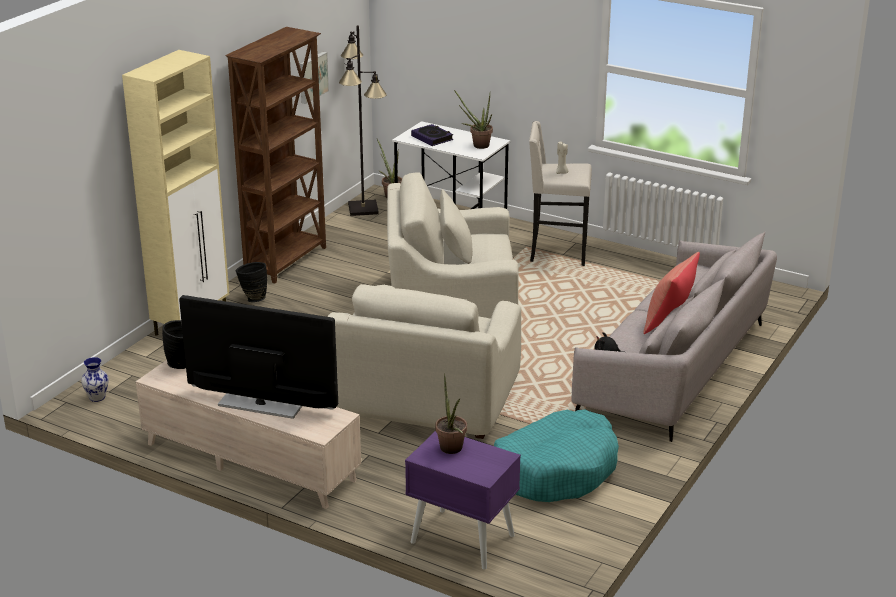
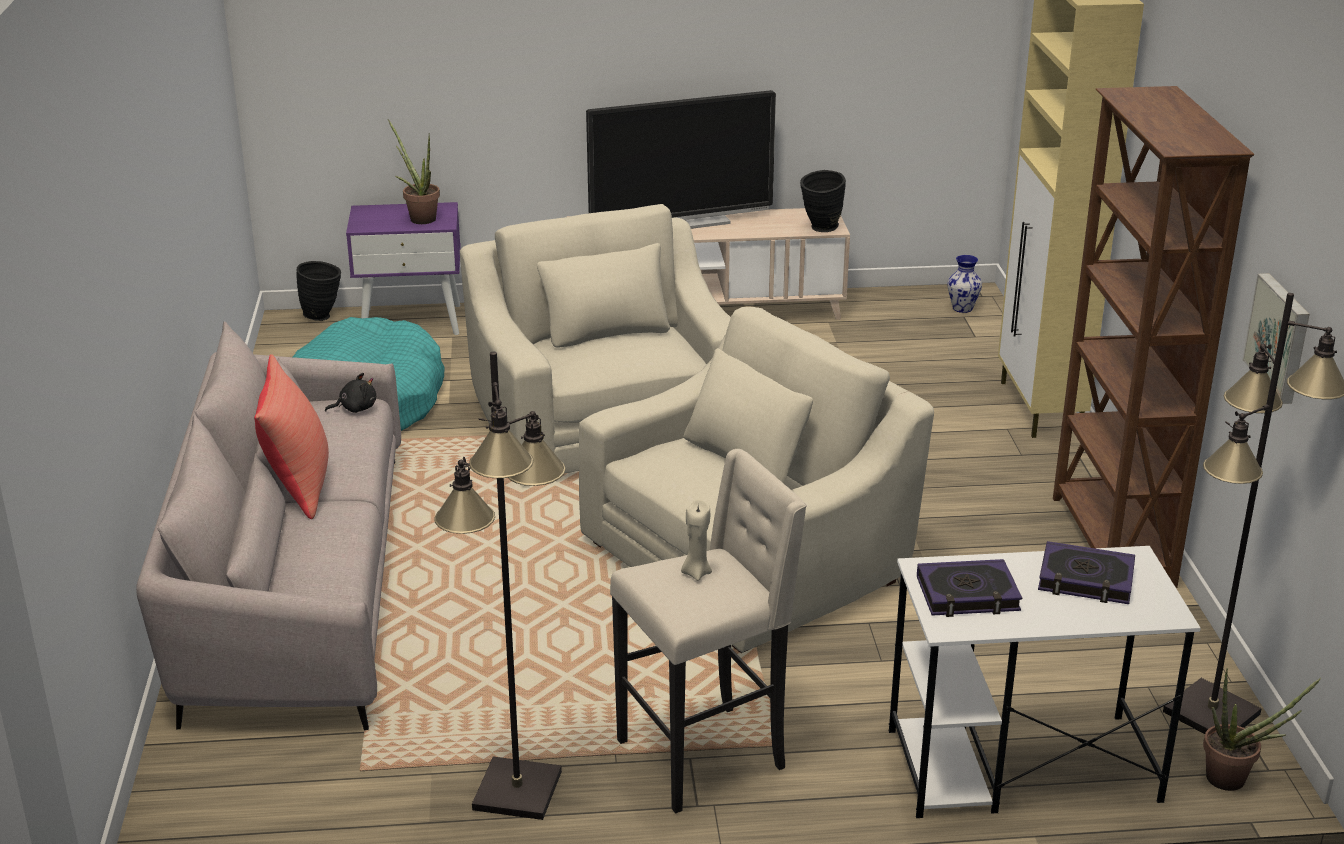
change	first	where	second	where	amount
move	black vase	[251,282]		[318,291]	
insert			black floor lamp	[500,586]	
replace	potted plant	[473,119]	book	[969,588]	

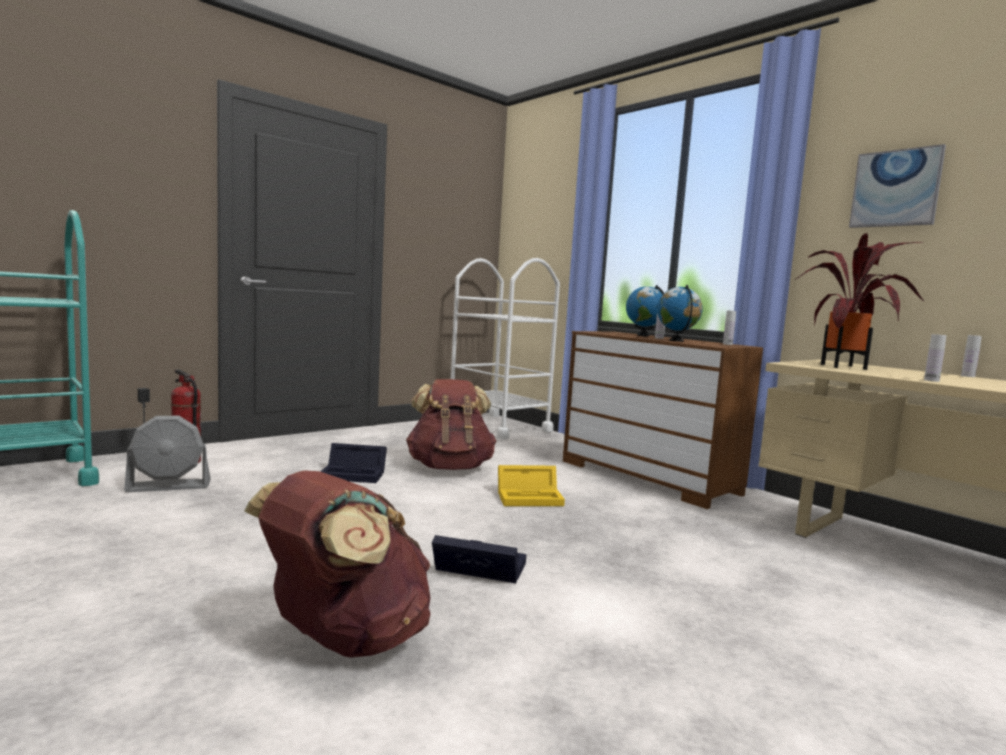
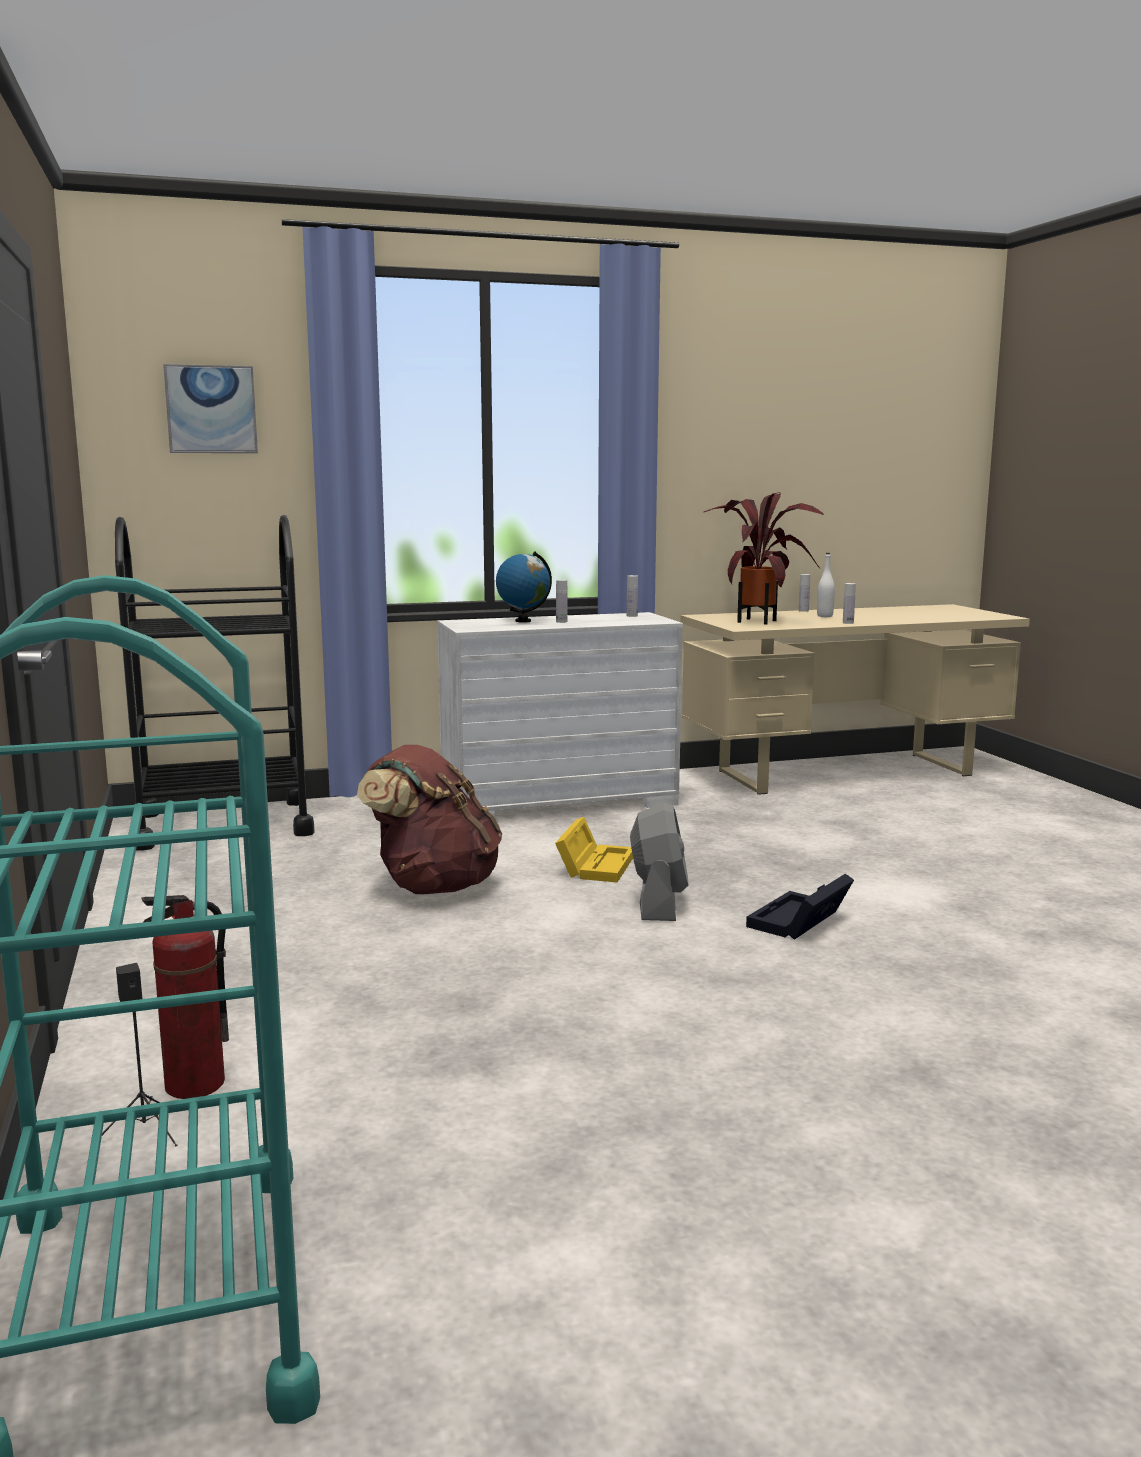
change	first	where	second	where	amount
recolor	white cart	[505,348]	black cart	[215,683]	
move	picture	[897,186]		[210,408]	
recolor	brown dresser	[663,420]	white dresser	[560,715]	
move	grey fan	[167,454]		[659,861]	
insert			white bottle	[826,585]	
delete	brown backpack	[338,564]			
delete	black storage box	[354,463]			
delete	globe	[679,313]			

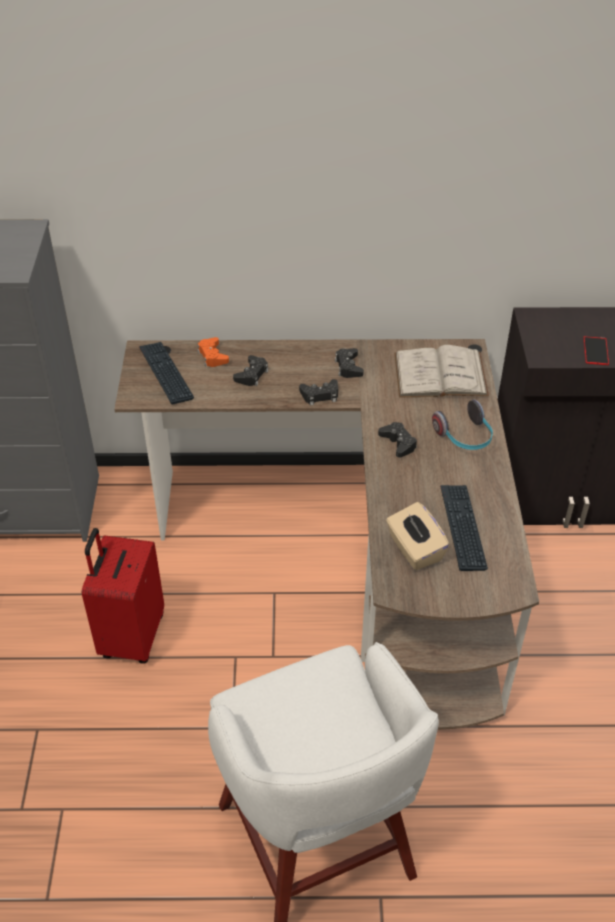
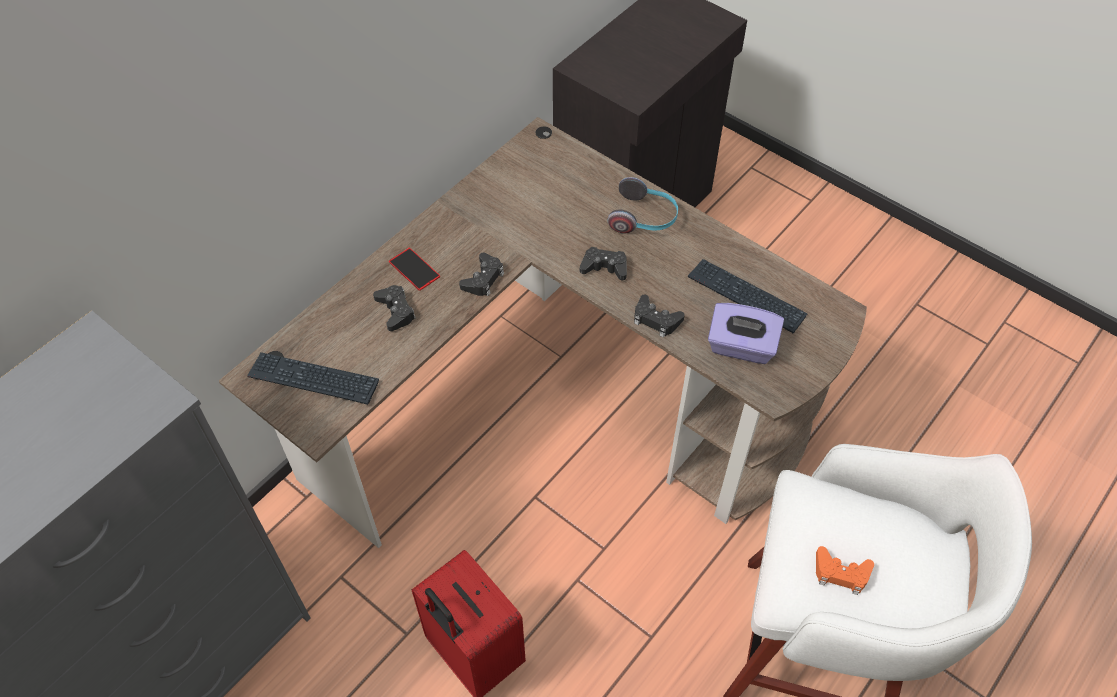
change	first	where	second	where	amount
move	phone	[596,350]		[414,269]	
move	black game controller	[349,363]		[659,316]	
recolor	beige tissue box	[417,536]	purple tissue box	[746,333]	
move	orange game controller	[213,352]		[845,570]	
delete	white book	[441,371]			

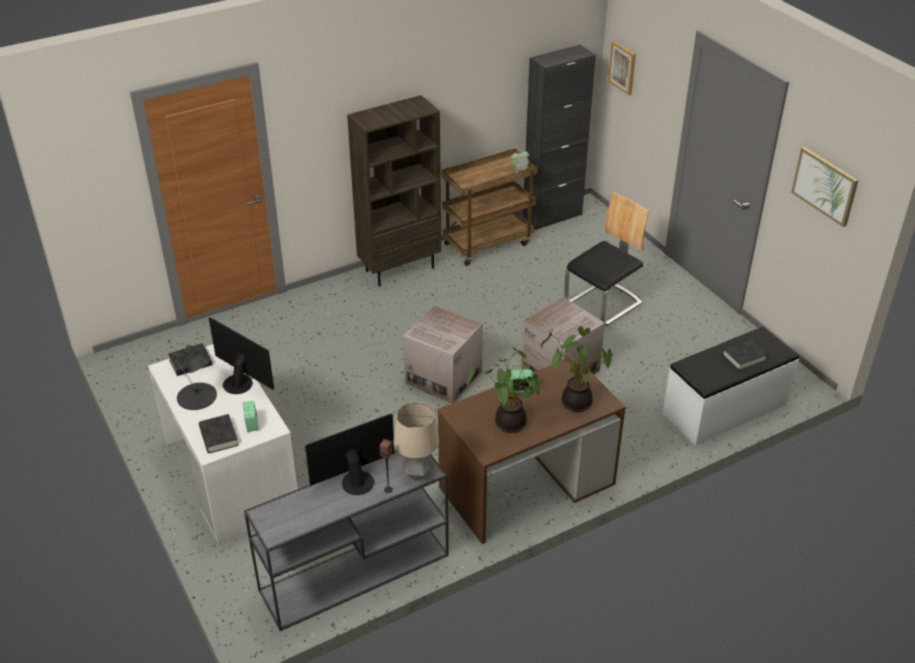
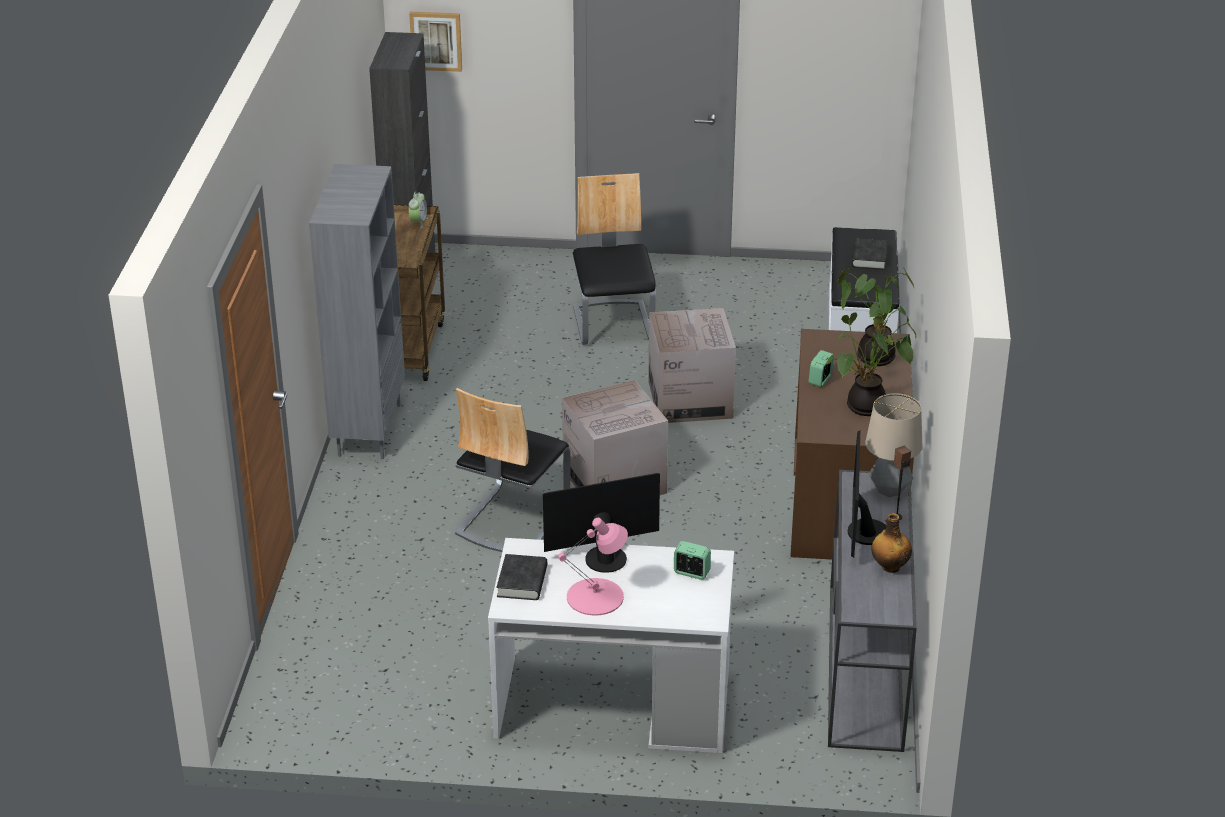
change	first	where	second	where	amount
recolor	brown bookcase	[394,190]	grey bookcase	[357,311]	
insert			chair	[512,470]	
recolor	black table lamp	[194,377]	pink table lamp	[593,567]	
insert			bottle	[891,543]	
delete	black book	[219,433]			
delete	picture	[824,187]			

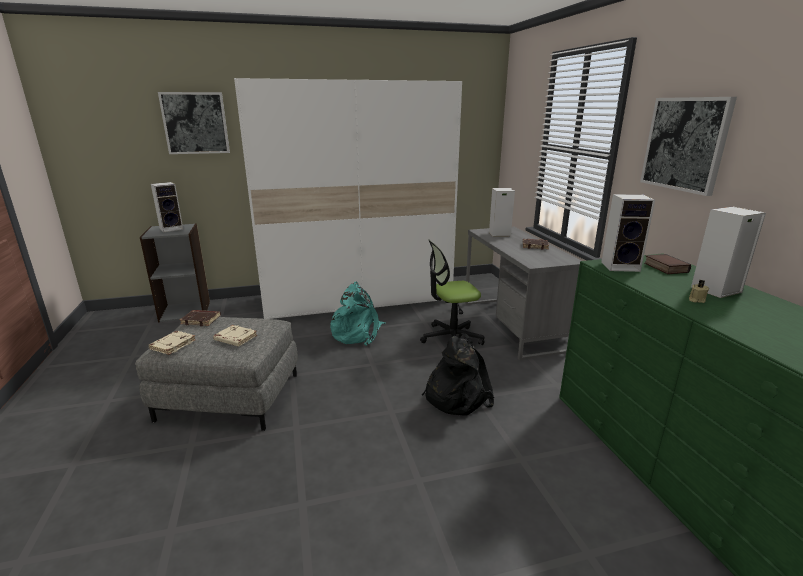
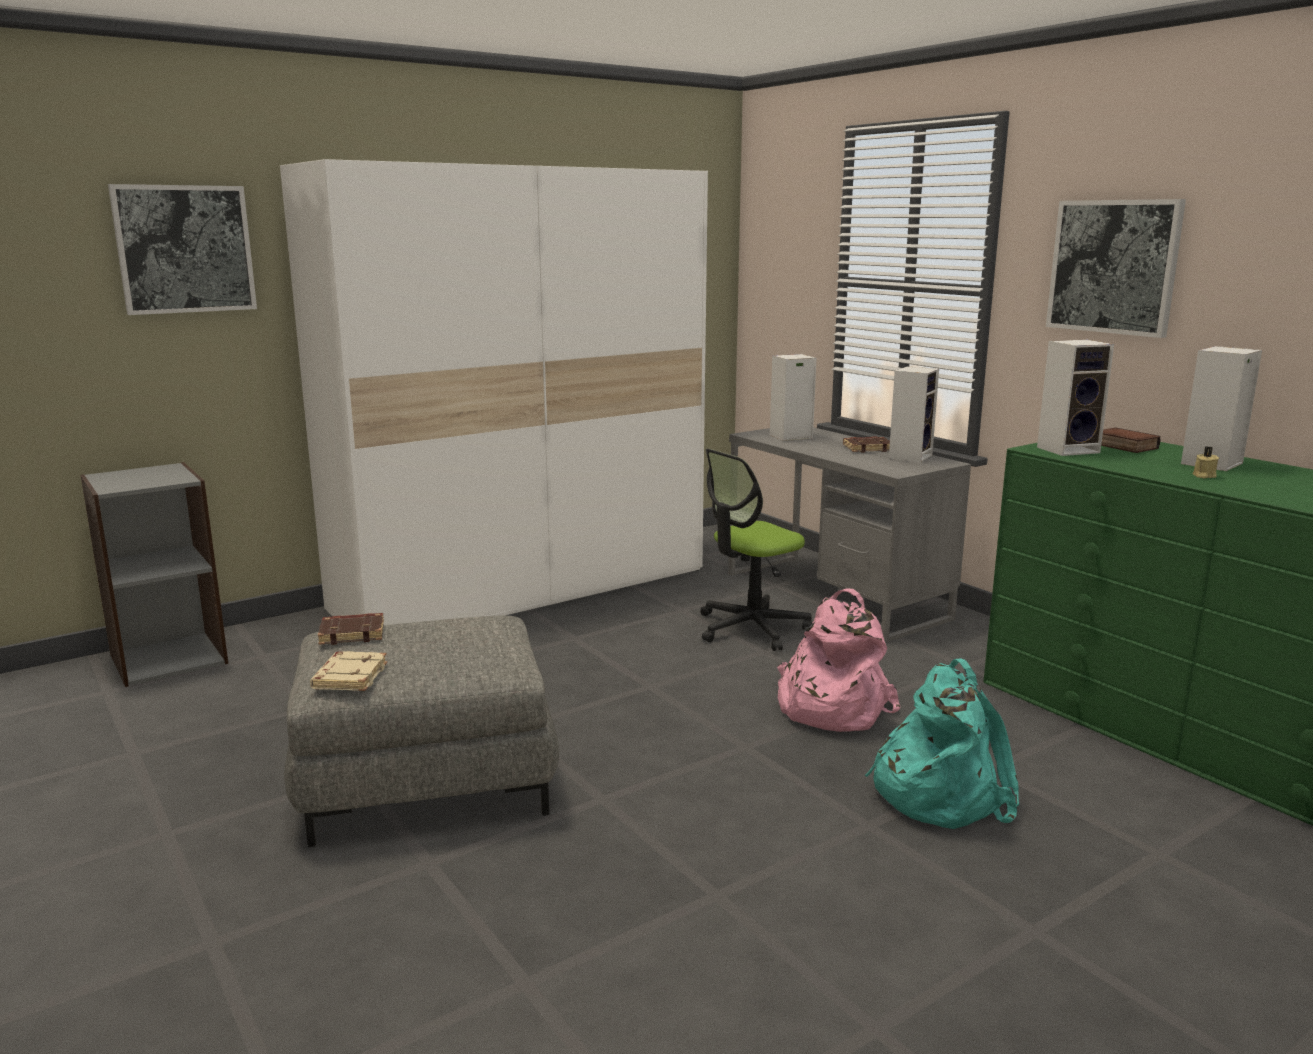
change	first	where	second	where	amount
recolor	black backpack	[458,374]	pink backpack	[838,660]	
move	turquoise backpack	[358,314]		[942,743]	
move	speaker	[167,207]		[914,414]	
delete	beige book	[235,336]			

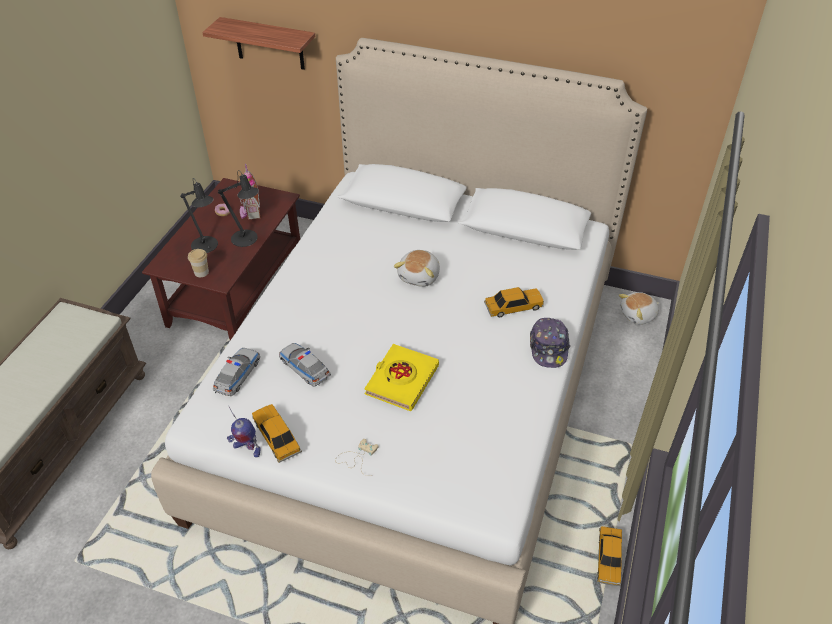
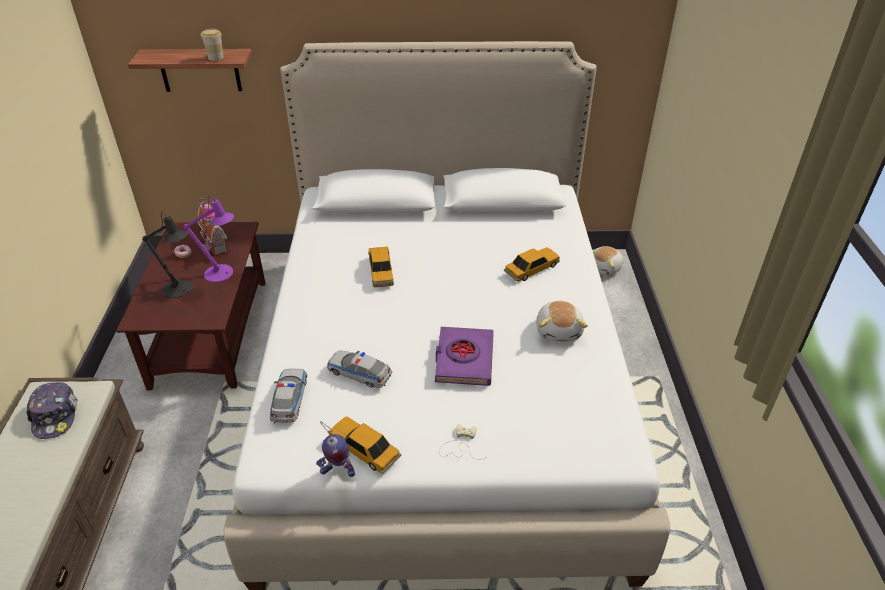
change	first	where	second	where	amount
move	cap	[550,343]		[52,410]	
recolor	black table lamp	[238,208]	purple table lamp	[208,239]	
move	cup	[198,263]		[212,45]	
move	toy car	[609,556]		[381,267]	
recolor	yellow book	[401,377]	purple book	[464,356]	
move	plush toy	[417,268]		[562,321]	

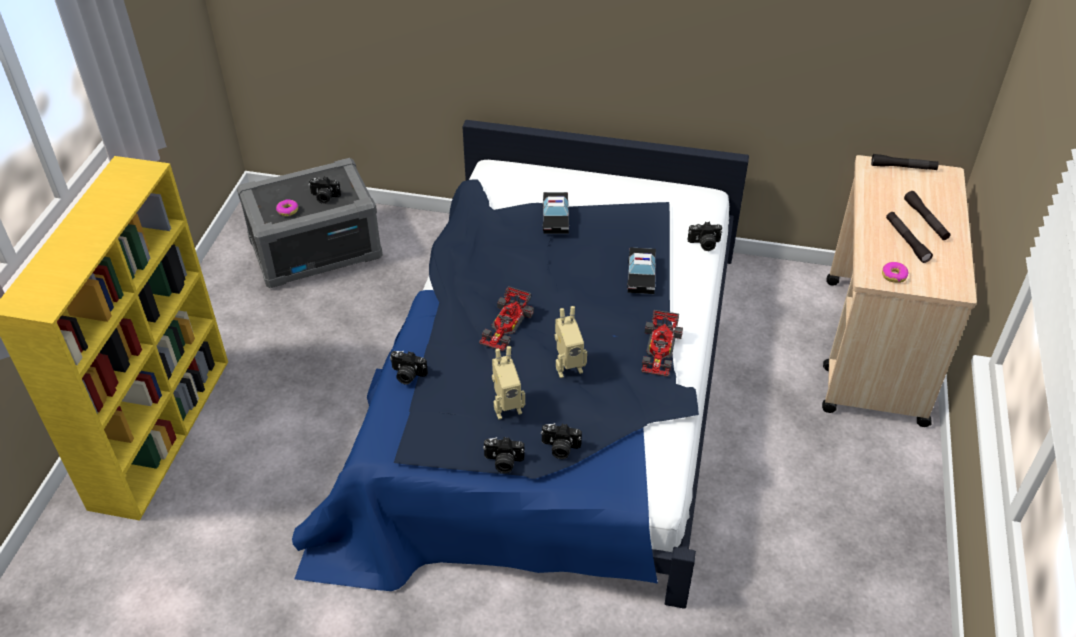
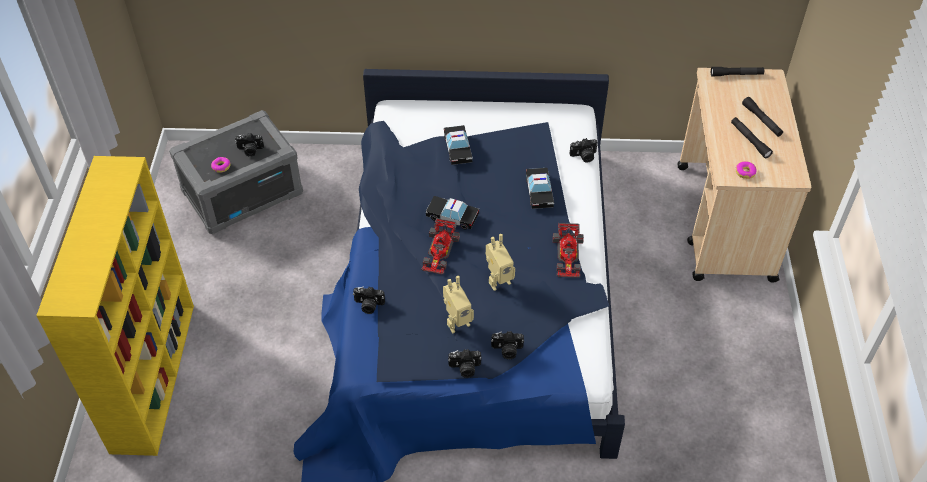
change	first	where	second	where	amount
insert			toy car	[452,213]	

